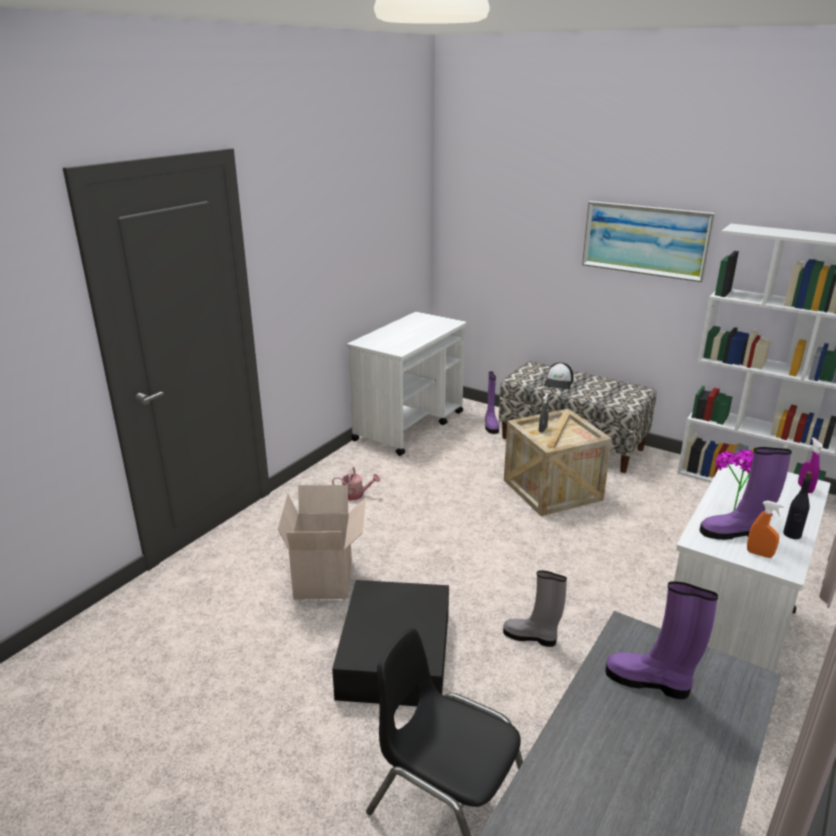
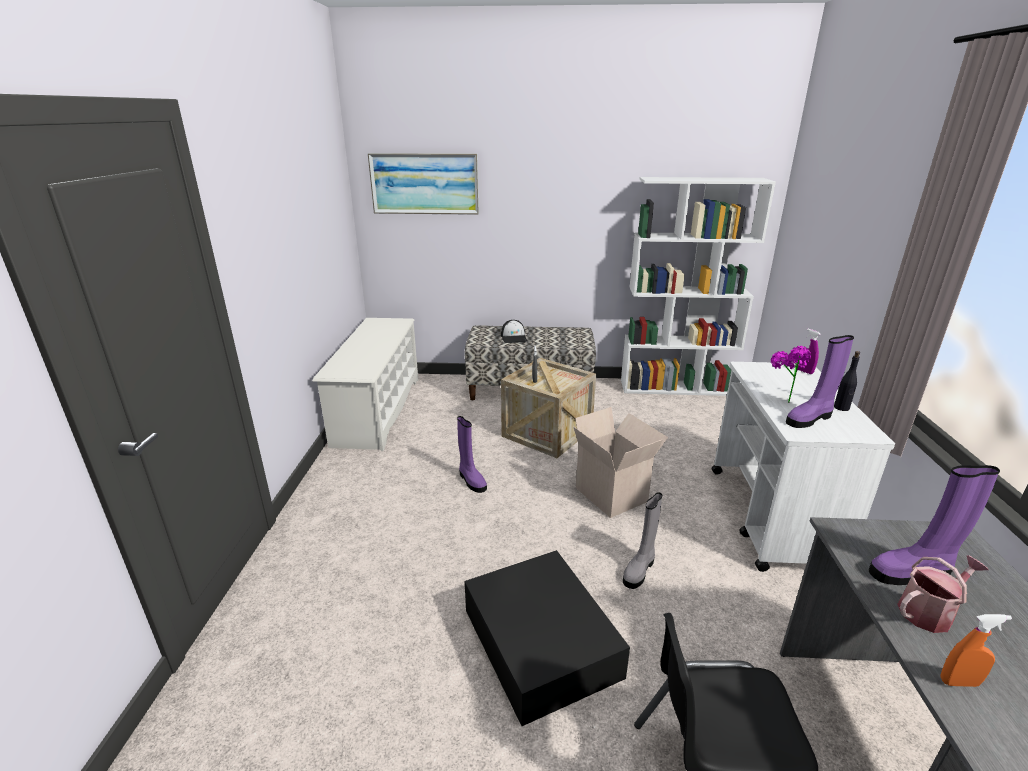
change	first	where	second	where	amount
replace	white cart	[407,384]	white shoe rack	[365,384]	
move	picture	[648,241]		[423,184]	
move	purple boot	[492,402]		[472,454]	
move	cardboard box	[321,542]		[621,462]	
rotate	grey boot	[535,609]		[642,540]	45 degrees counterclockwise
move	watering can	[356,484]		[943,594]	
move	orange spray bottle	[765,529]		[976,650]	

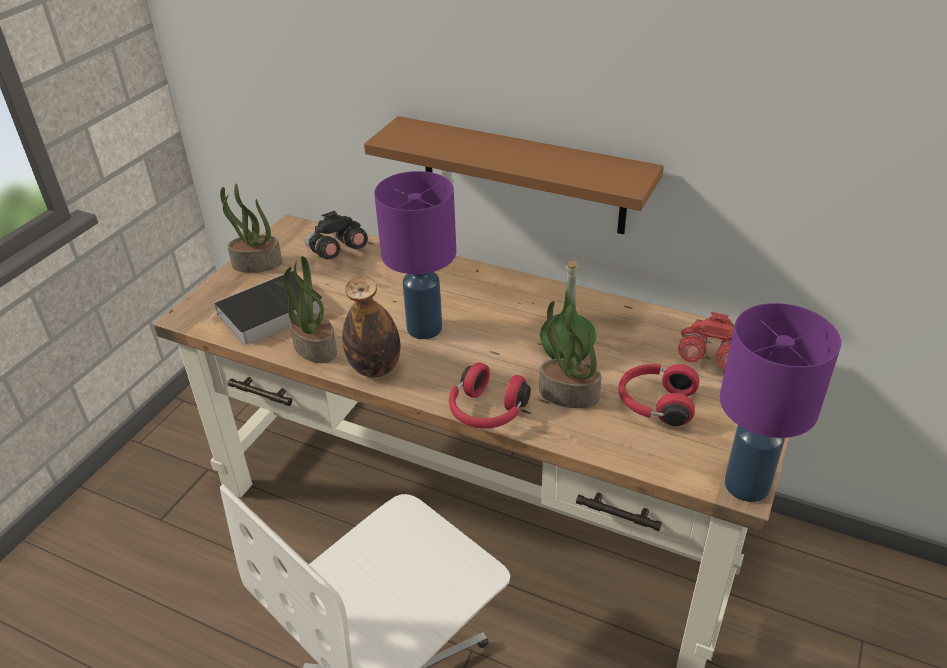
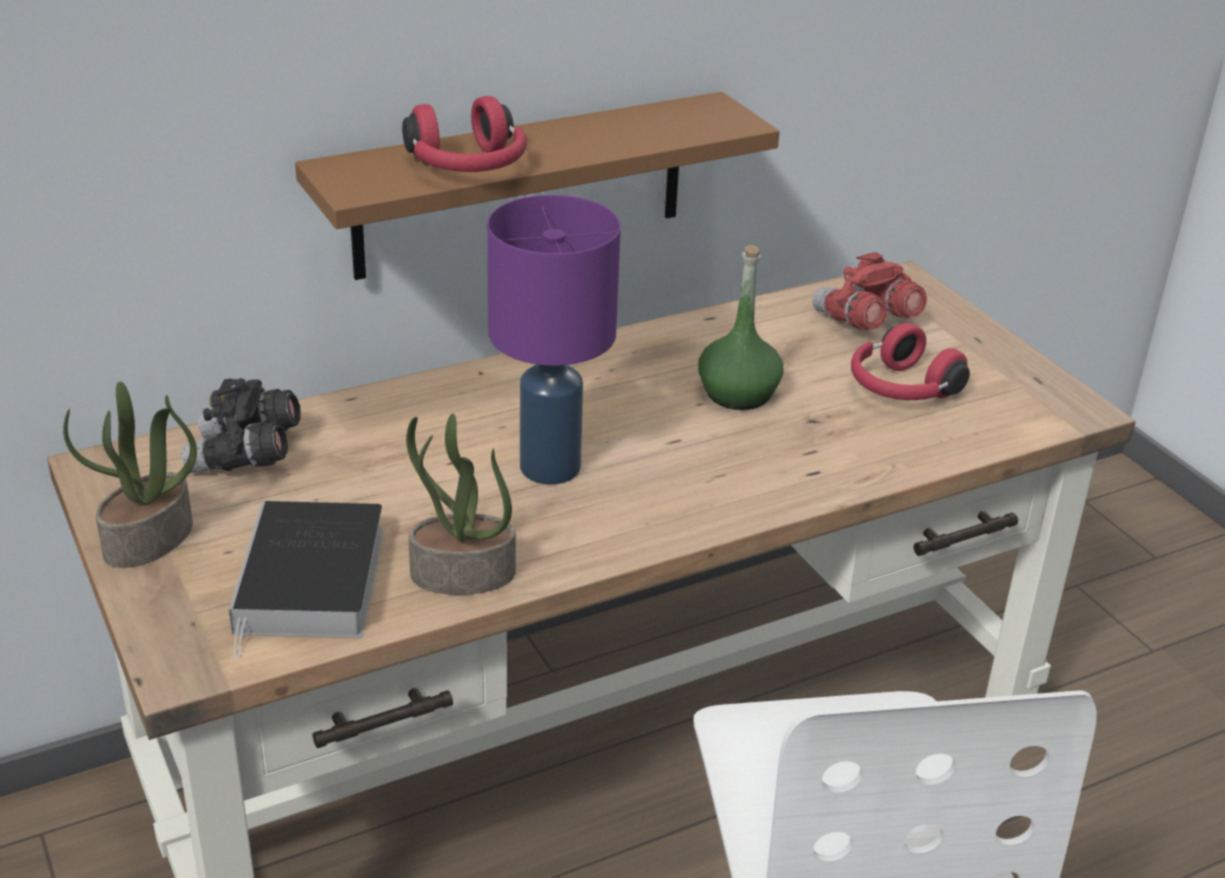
change	first	where	second	where	amount
move	red headphones	[490,395]		[464,134]	
delete	bottle	[371,327]			
delete	potted plant	[570,354]			
delete	purple table lamp	[780,402]			

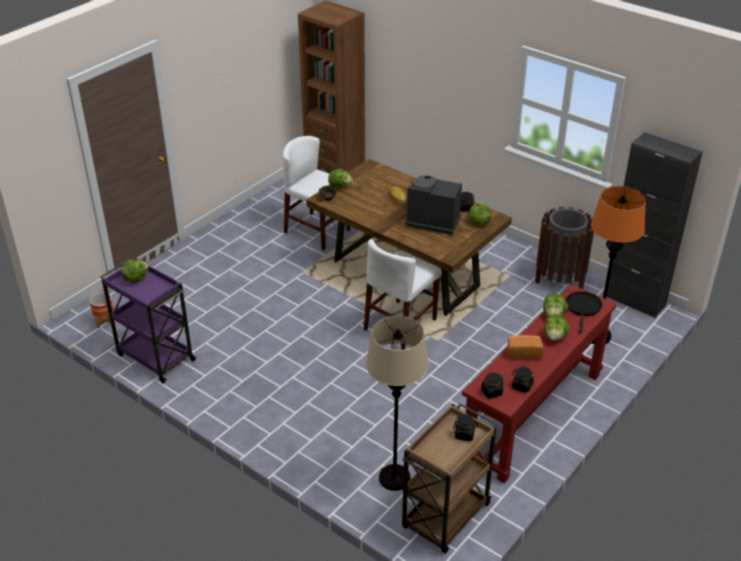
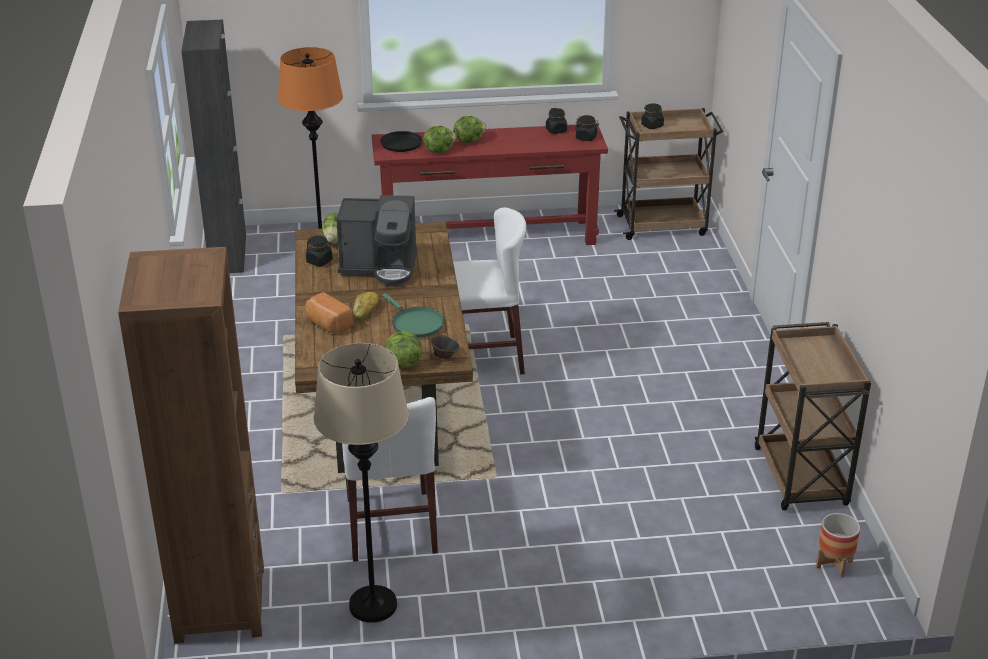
change	first	where	second	where	amount
move	bread	[525,347]		[329,313]	
move	beige floor lamp	[397,403]		[361,483]	
rotate	coffee machine	[434,205]		[376,241]	60 degrees counterclockwise
insert			green frying pan	[413,315]	
recolor	purple cart	[148,320]	brown cart	[813,416]	
delete	lettuce	[135,271]			
delete	brown trash can	[564,248]			

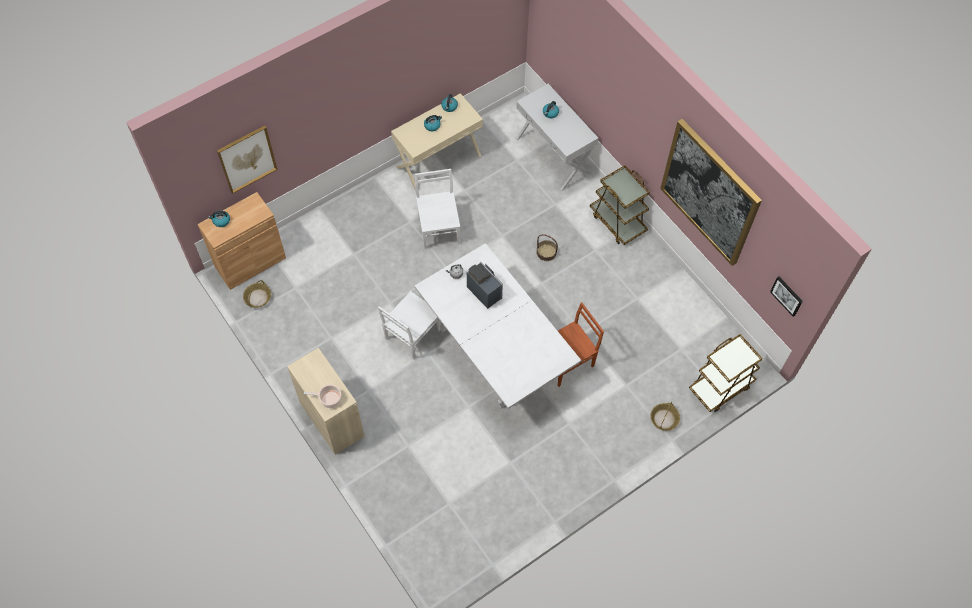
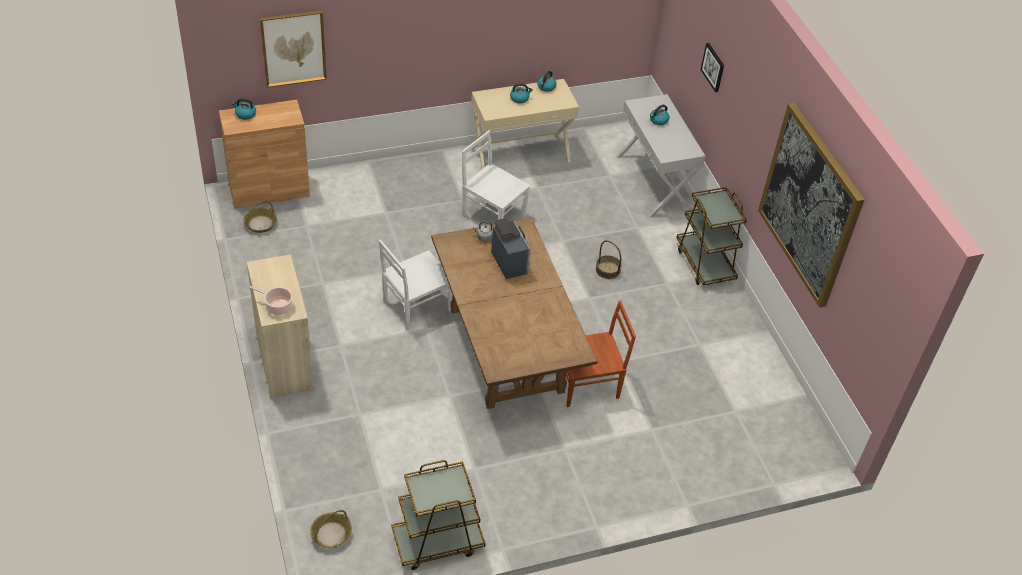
change	first	where	second	where	amount
move	basket	[665,416]		[331,529]	
move	brown cart	[726,373]		[439,515]	
recolor	white dining table	[497,326]	brown dining table	[514,313]	
rotate	white chair	[437,209]		[496,175]	60 degrees counterclockwise
move	picture	[786,296]		[712,67]	

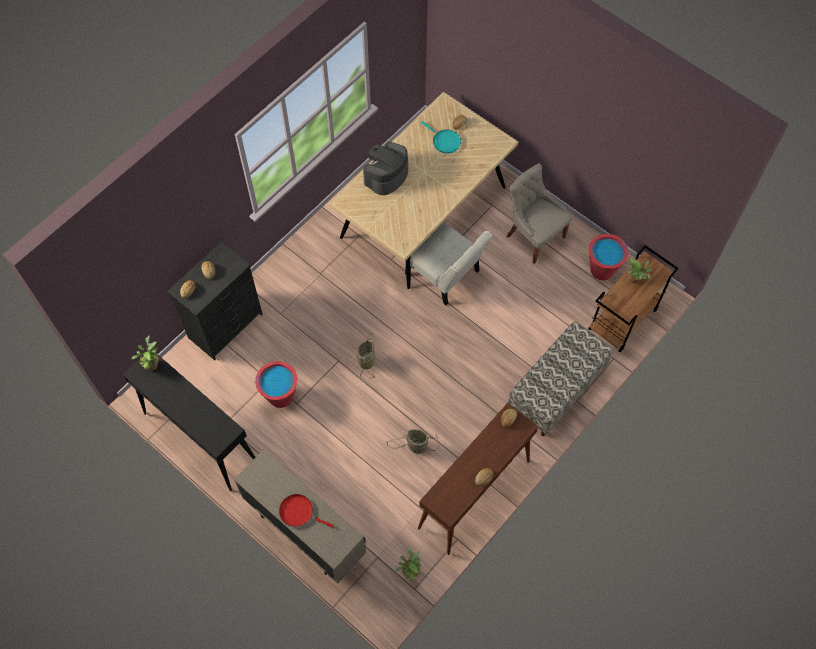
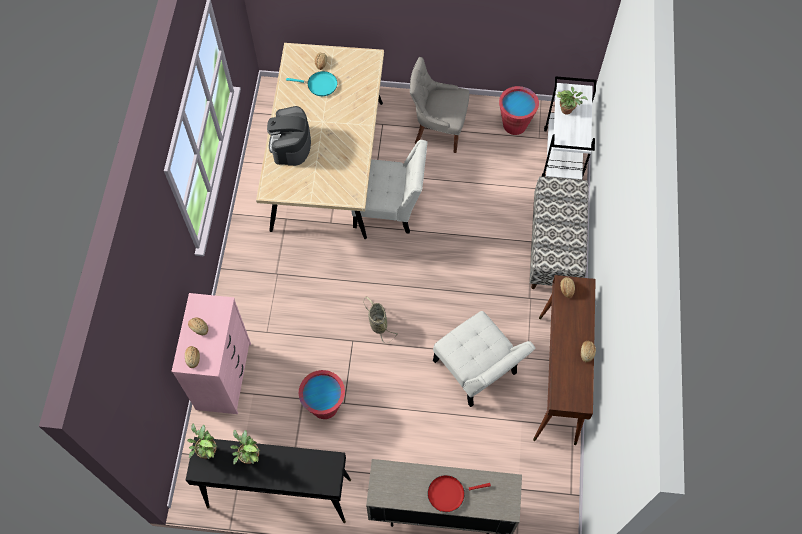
change	first	where	second	where	amount
recolor	black dresser	[215,301]	pink dresser	[211,353]	
move	potted plant	[408,563]		[245,447]	
replace	basket	[412,441]	white chair	[484,359]	
recolor	brown cart	[633,298]	white cart	[569,128]	

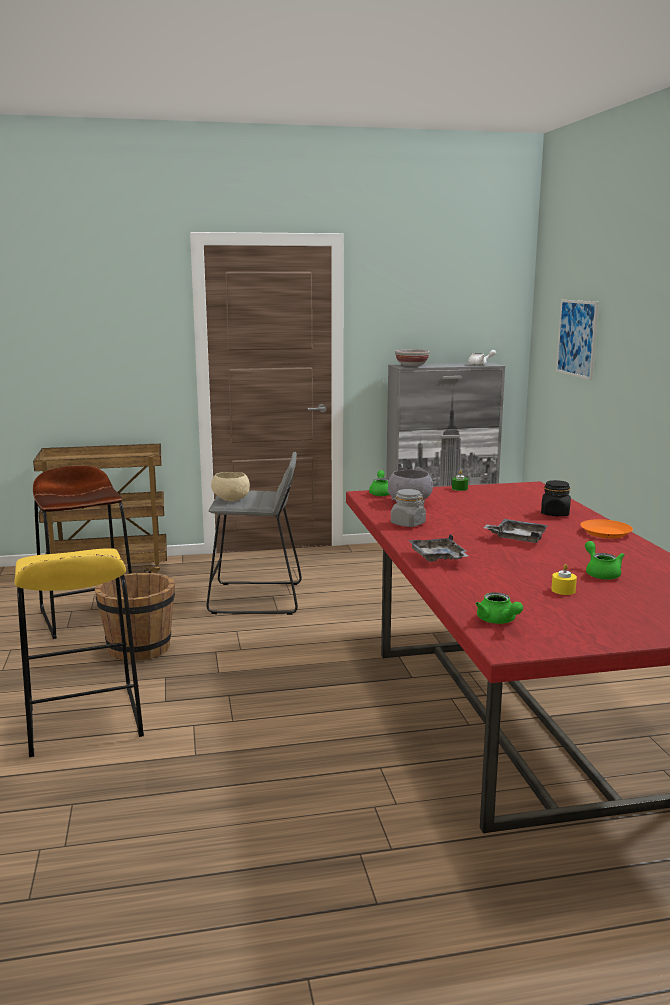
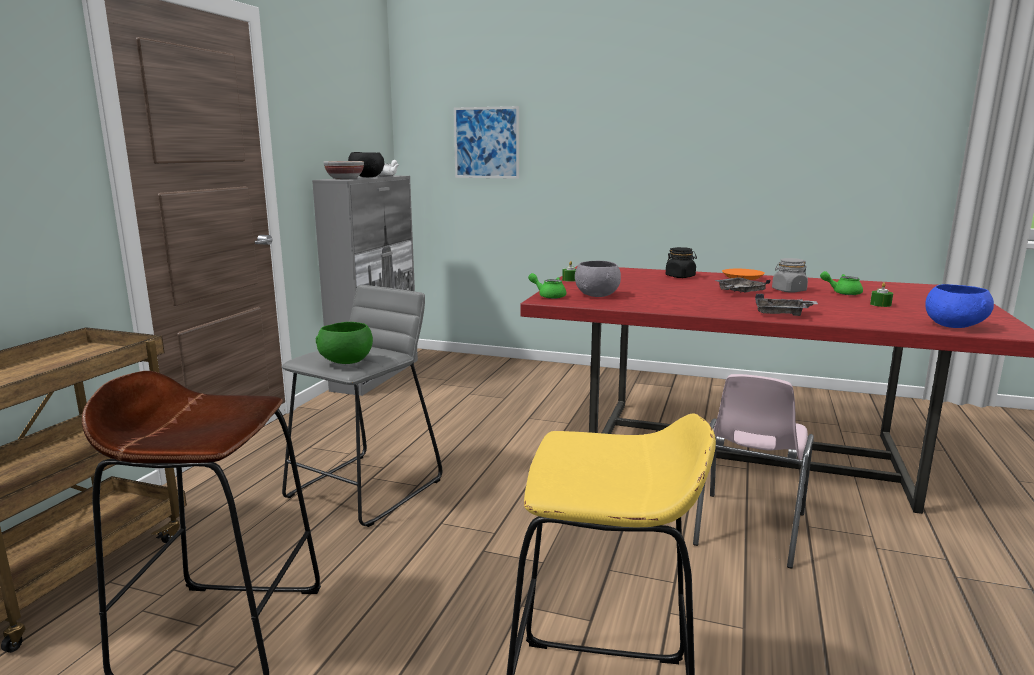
change	first	where	second	where	amount
recolor	beige bowl	[230,486]	green bowl	[344,343]	
insert			black bowl	[366,164]	
insert			pink chair	[753,471]	
move	grey jar	[408,508]		[790,275]	
recolor	yellow candle	[564,579]	green candle	[881,294]	
replace	green teapot	[499,608]	blue bowl	[959,306]	
delete	brown bucket	[134,616]			

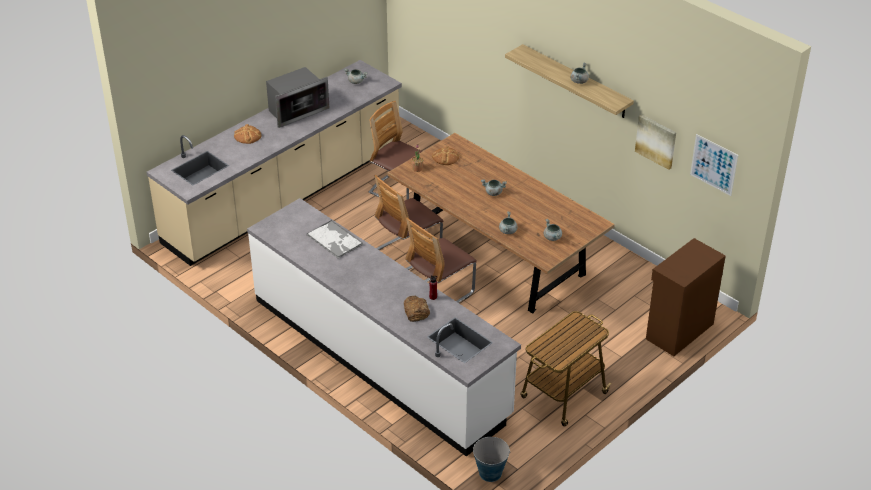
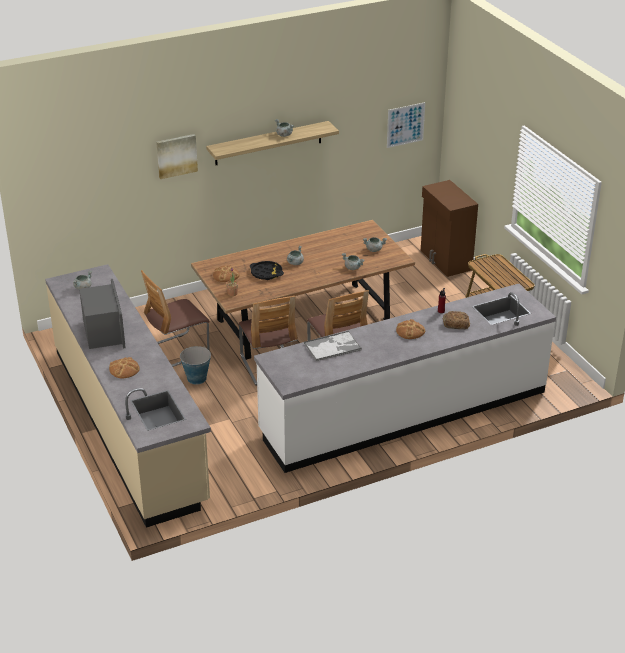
change	first	where	second	where	amount
move	picture	[655,142]		[177,156]	
move	bucket	[491,459]		[195,365]	
insert			black tray	[267,270]	
insert			bread	[410,329]	

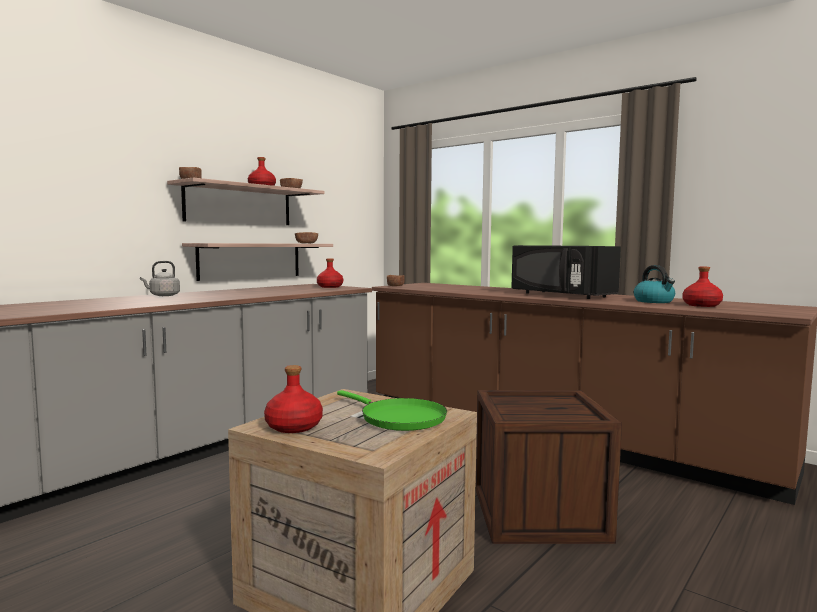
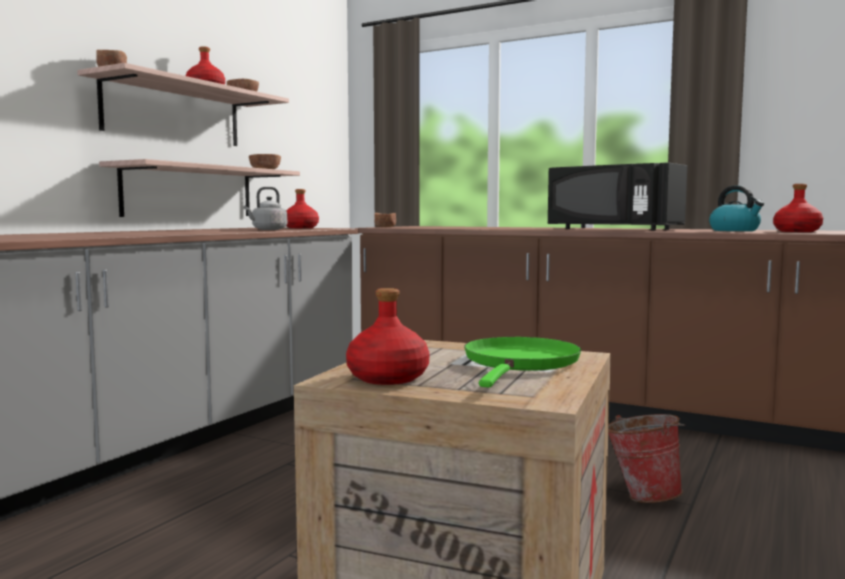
change	first	where	second	where	amount
move	grey kettle	[160,278]		[265,208]	
rotate	green frying pan	[392,410]		[522,362]	105 degrees counterclockwise
replace	crate	[549,467]	bucket	[647,458]	

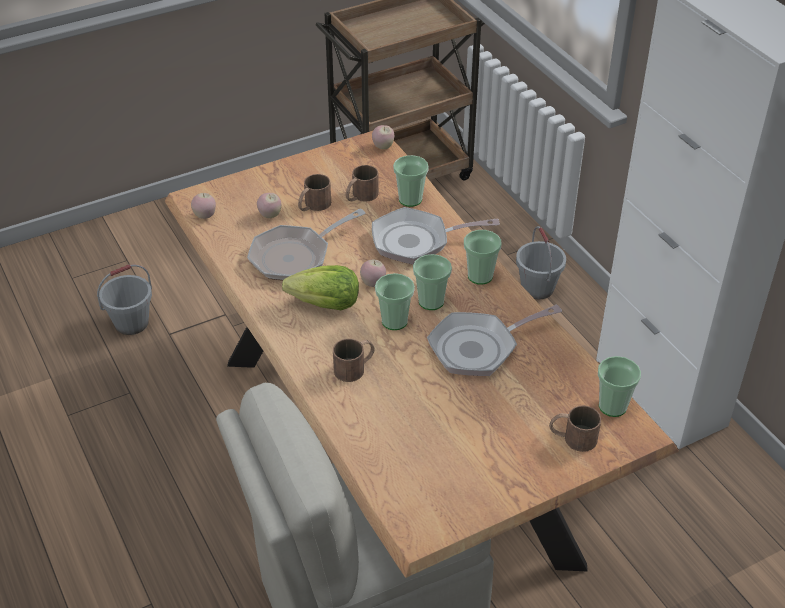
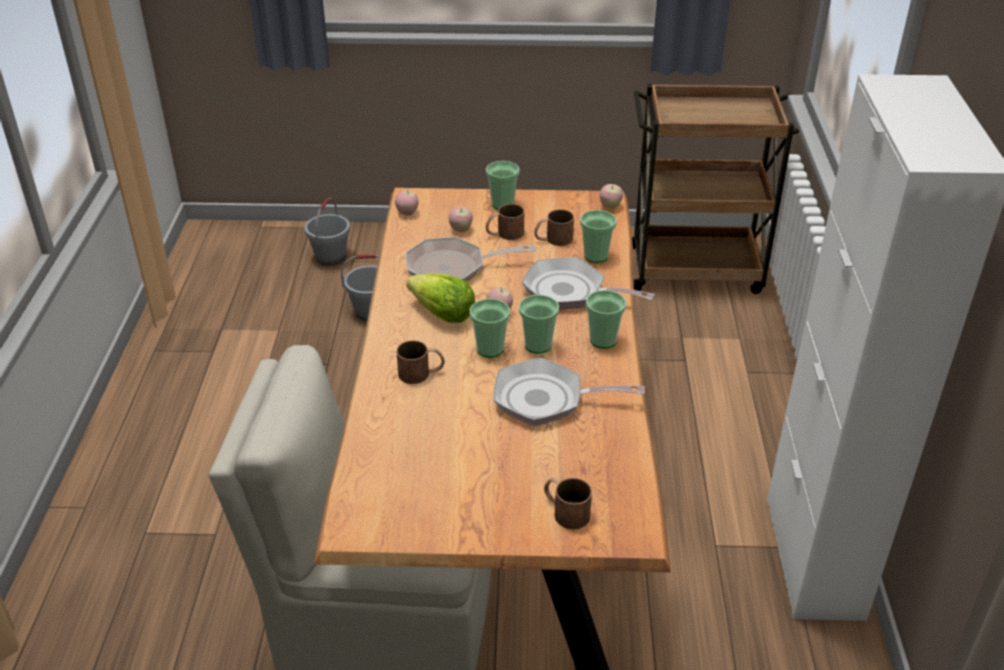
change	first	where	second	where	amount
move	grey bucket	[541,262]		[327,232]	
move	cup	[619,386]		[503,185]	

